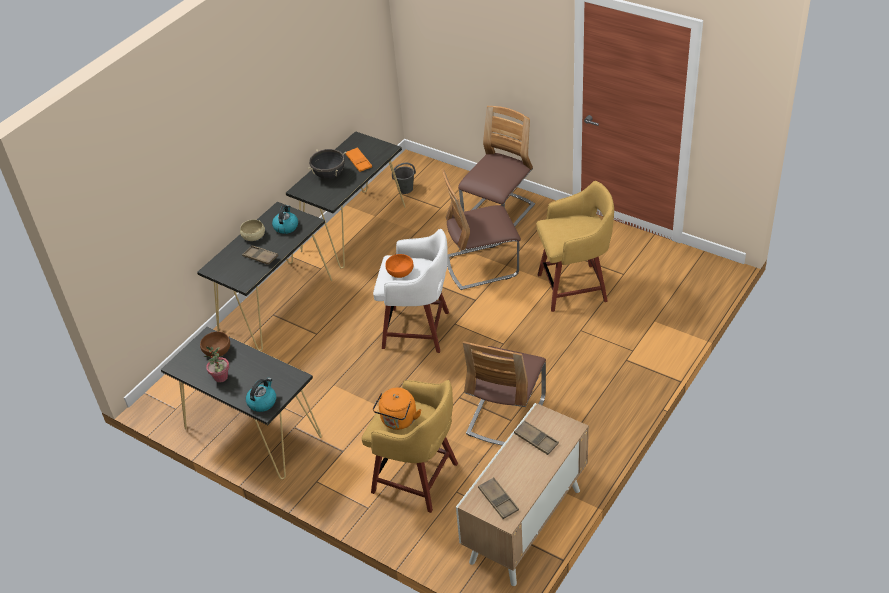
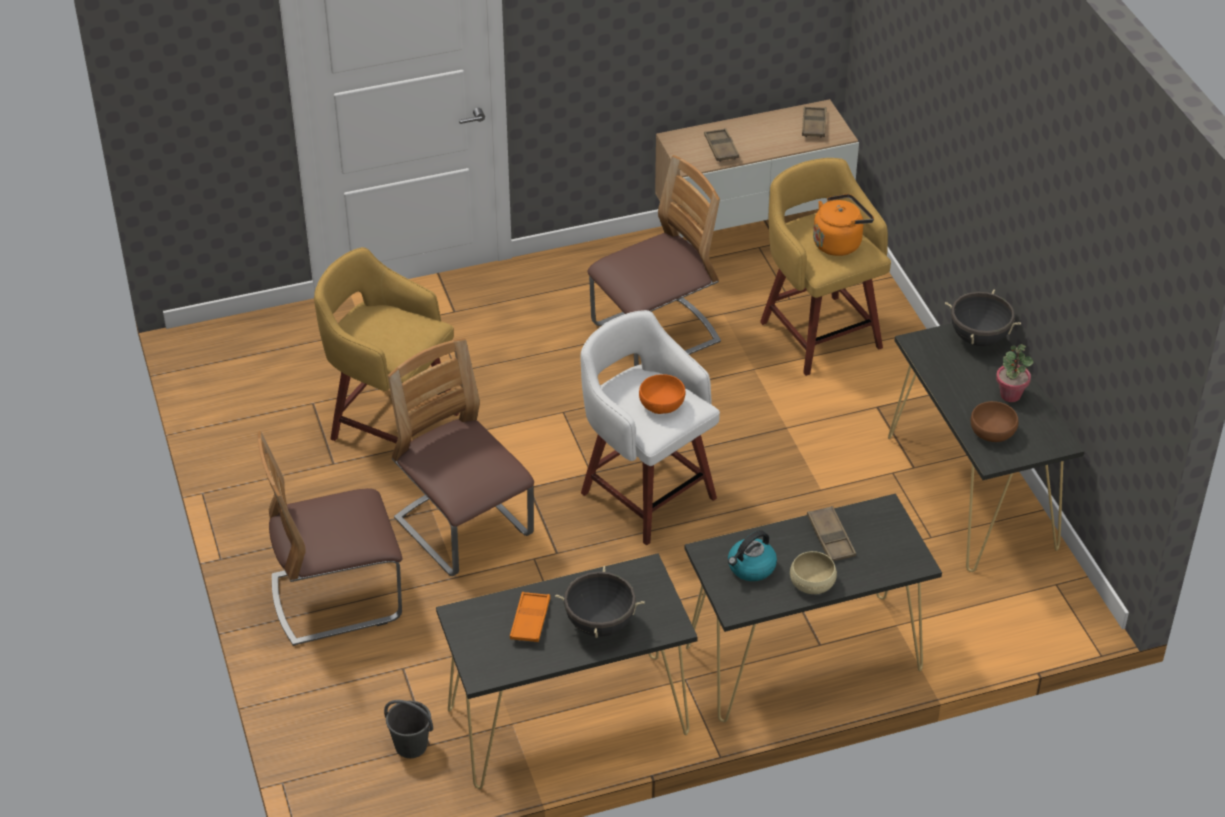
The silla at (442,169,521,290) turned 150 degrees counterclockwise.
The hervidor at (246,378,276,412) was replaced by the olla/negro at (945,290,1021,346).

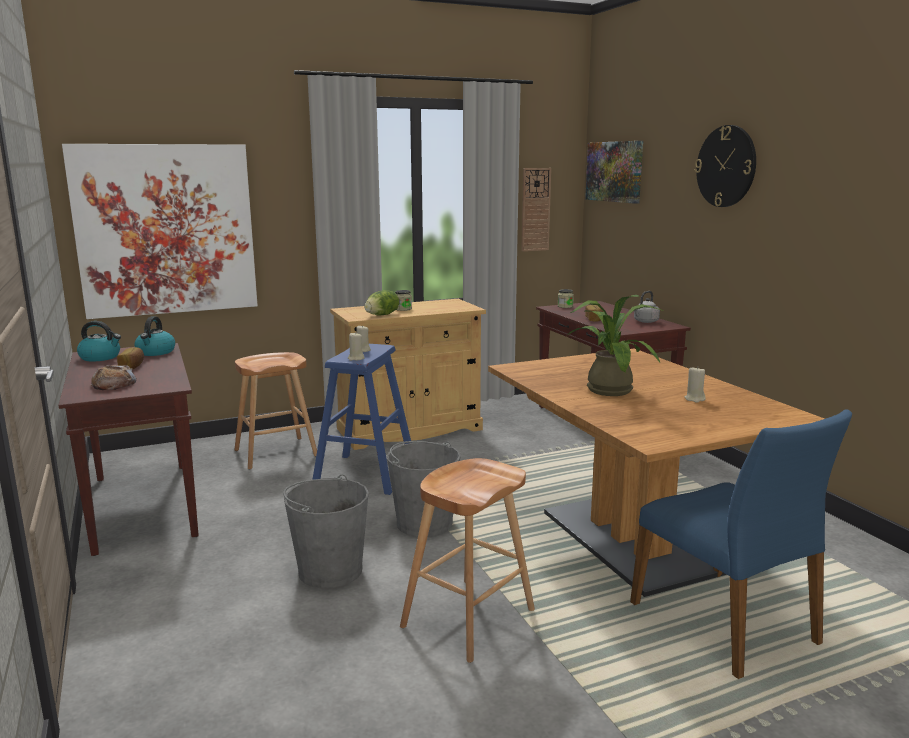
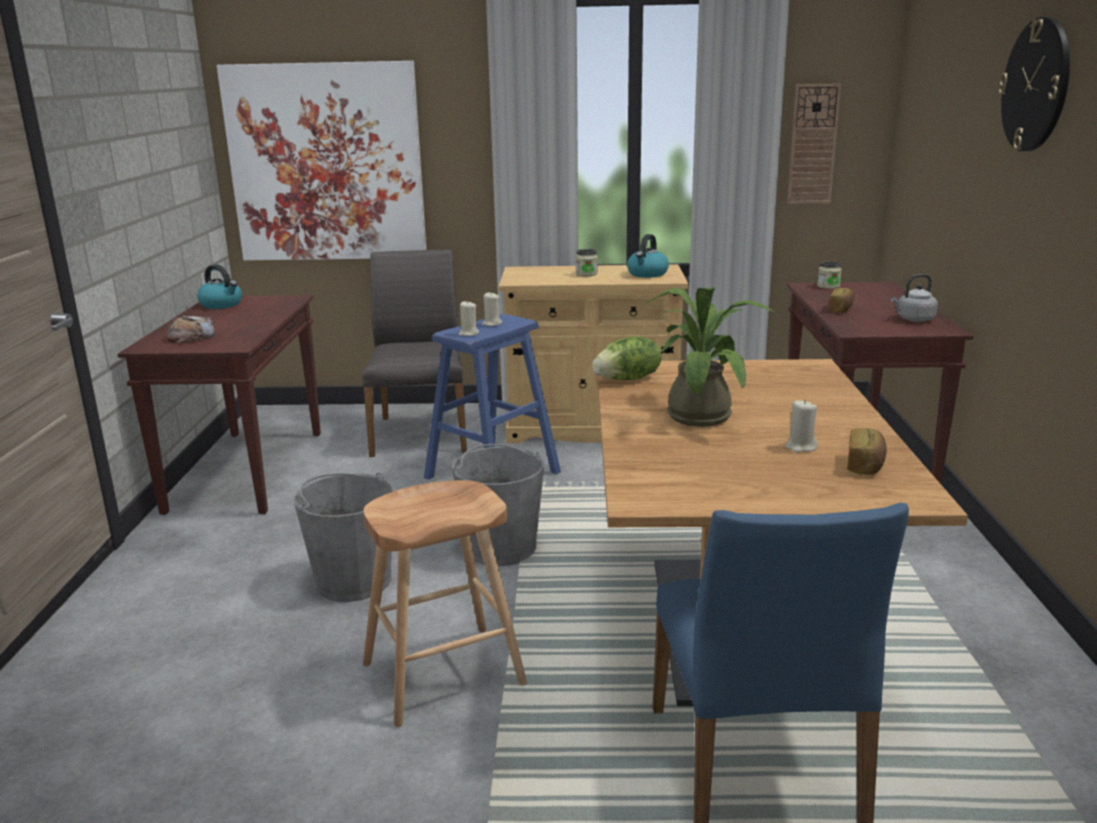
The cuadro at (585,141,643,204) disappeared.
The lechuga moved from (364,290,399,316) to (592,336,661,380).
The hervidor moved from (134,316,175,356) to (627,234,669,278).
The pan moved from (117,347,144,369) to (847,428,887,475).
The taburete/marrón at (234,352,317,470) was replaced by the silla/gris at (362,249,467,457).

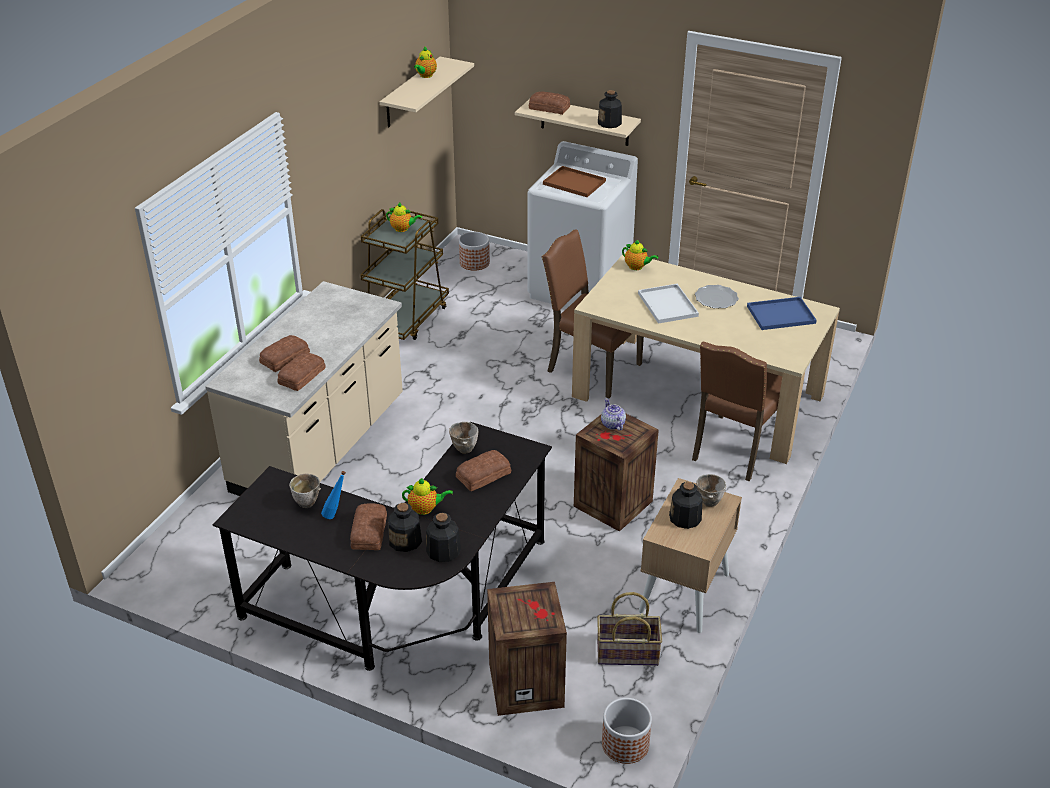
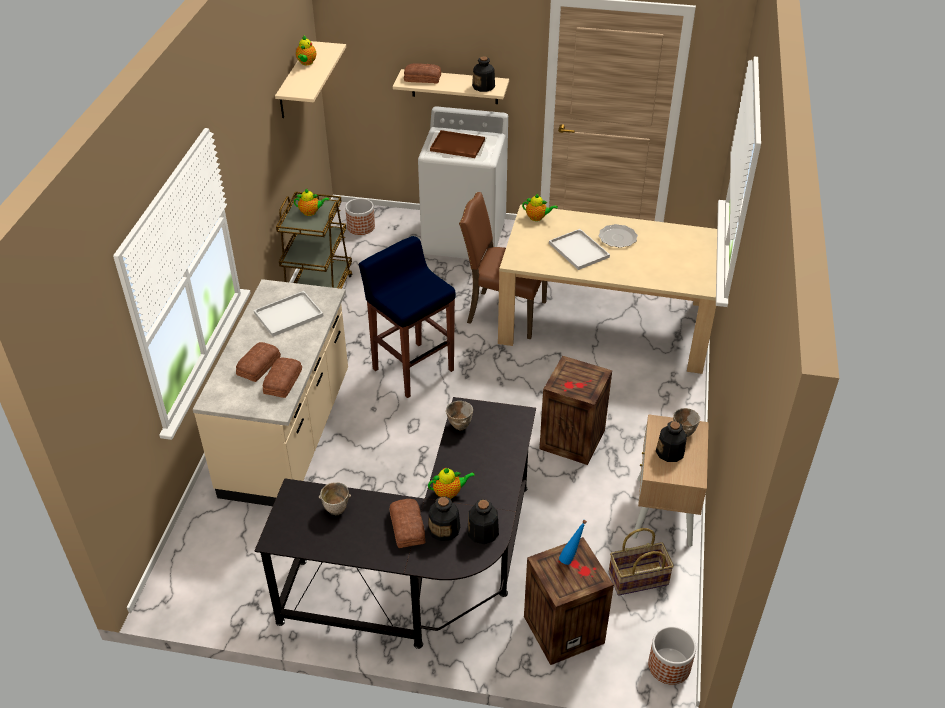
The bandeja/azul at (747,297,817,330) disappeared.
The silla/marrón at (692,341,782,481) disappeared.
The tetera at (601,399,626,431) disappeared.
The pan at (456,450,511,491) disappeared.
The botella/azul moved from (321,471,346,519) to (559,520,587,565).
The taburete/azul at (359,236,456,398) appeared.
The bandeja/blanco at (254,291,323,337) appeared.

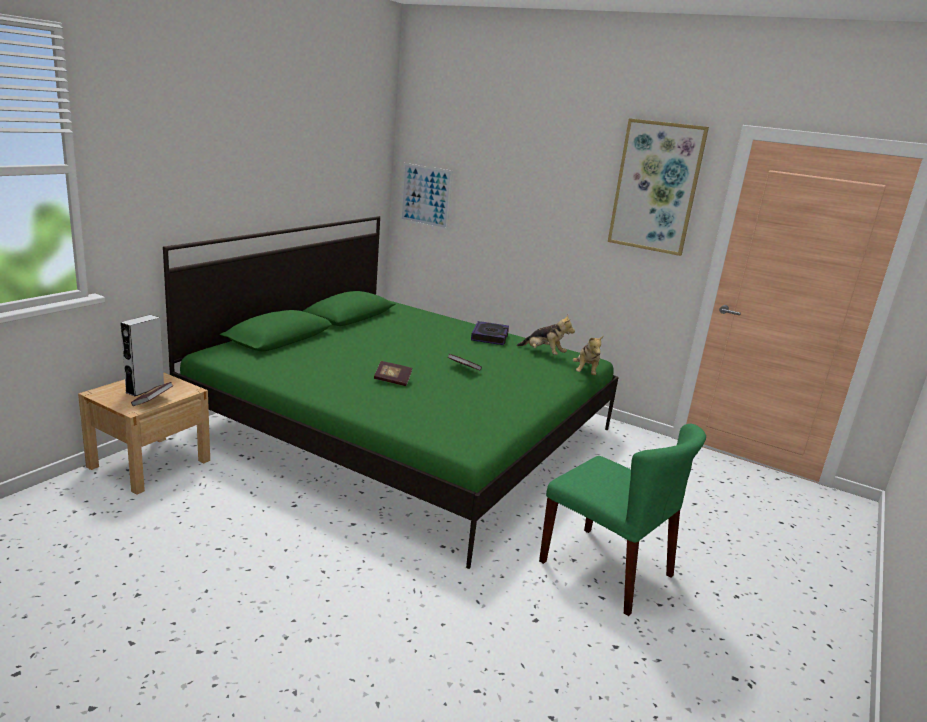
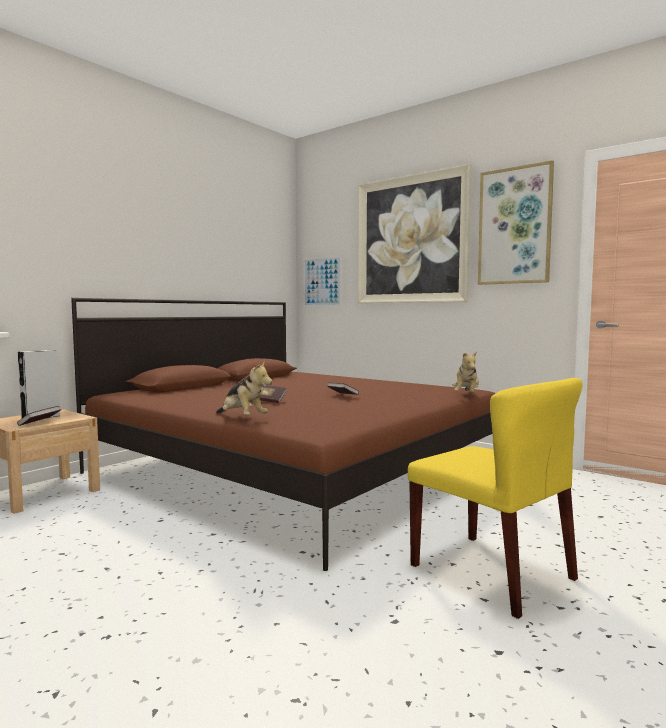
The cama/verde at (163,216,619,569) became the cama/marrón at (71,298,496,571).
The peluche moved from (517,315,575,355) to (216,362,273,415).
The libro at (471,321,509,345) disappeared.
The silla/verde at (539,424,706,616) became the silla/amarillo at (408,378,583,619).
The cuadro at (358,164,472,303) appeared.

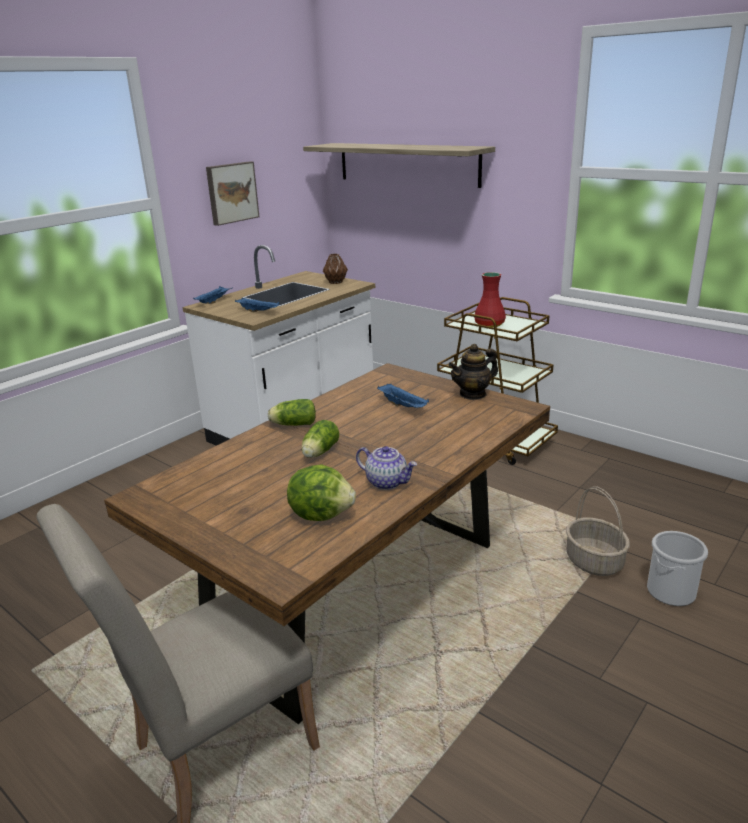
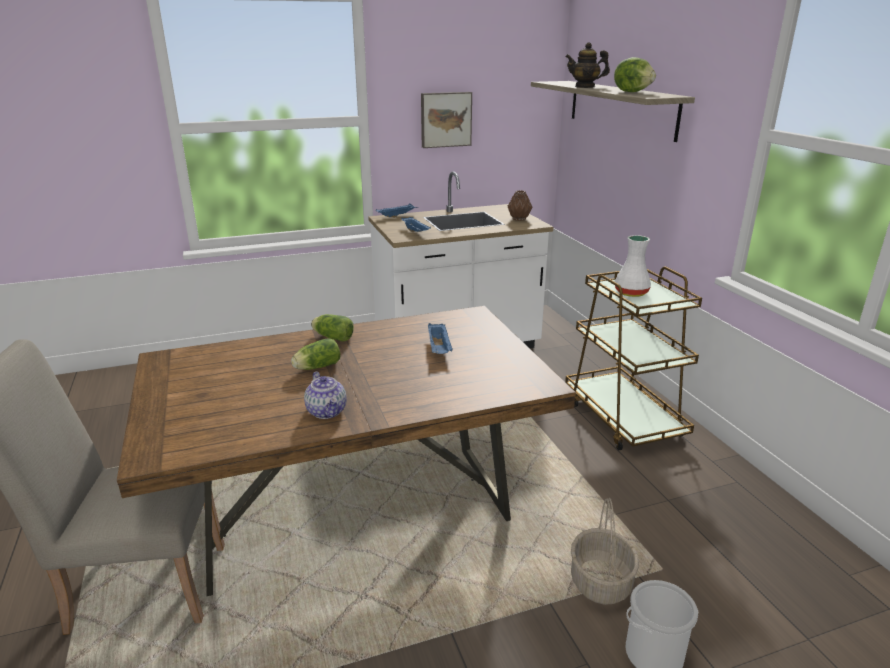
The florero/rojo at (474,272,506,327) became the florero/blanco at (615,235,651,297).
The tetera moved from (448,344,498,400) to (565,42,610,88).
The lechuga moved from (287,464,356,521) to (614,57,656,92).

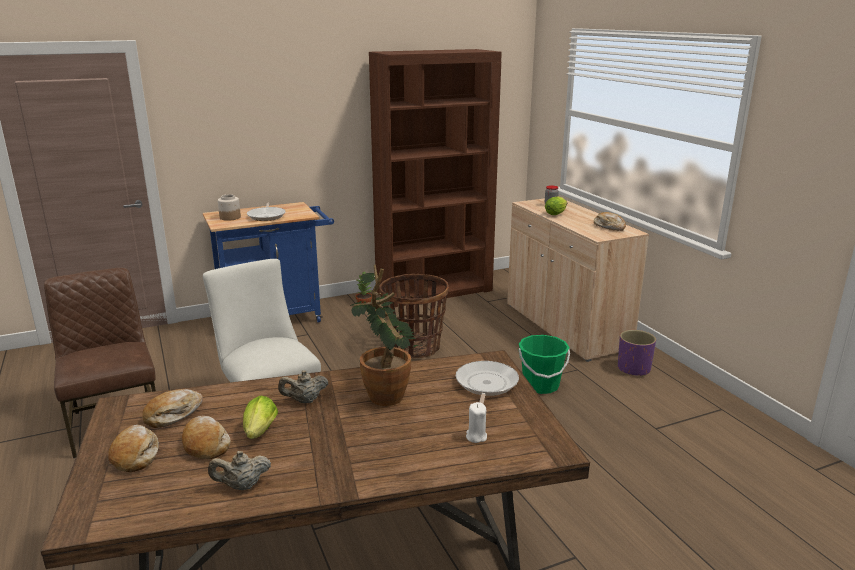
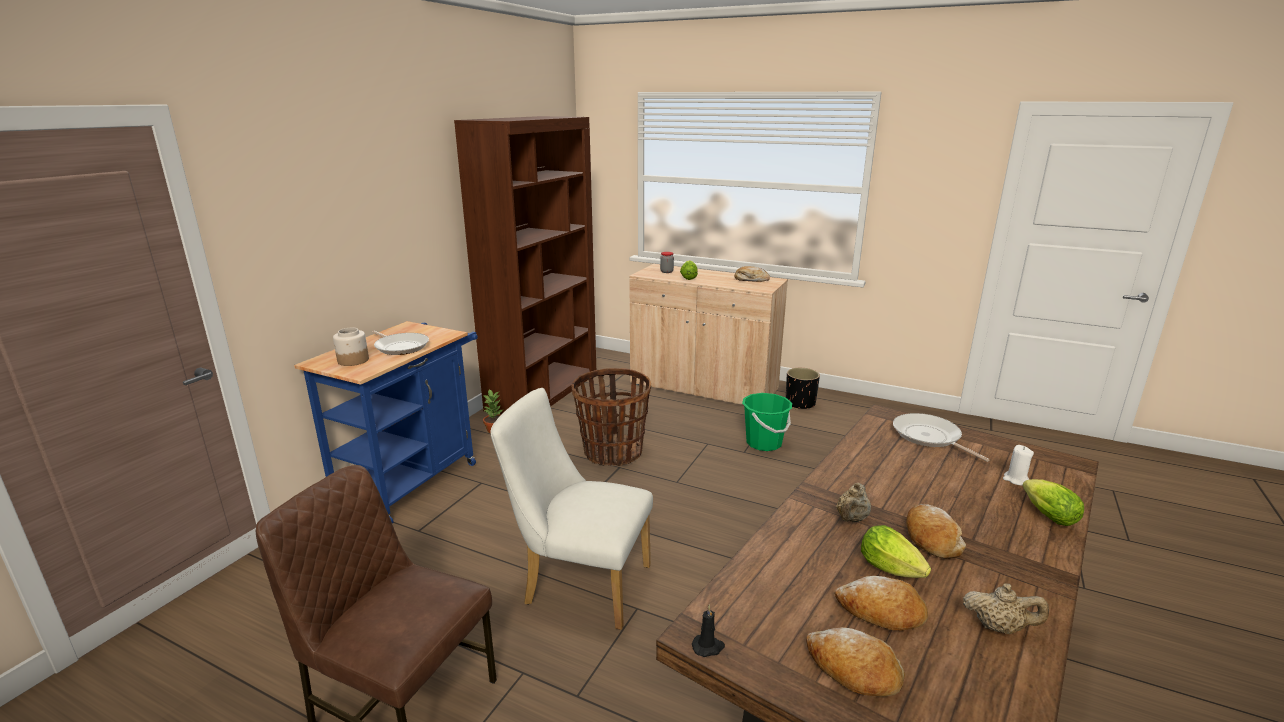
The planta en maceta at (350,265,419,406) disappeared.
The maceta/morado at (618,330,656,377) became the maceta/negro at (786,368,820,409).
The pan moved from (142,389,203,428) to (906,504,966,559).
The tetera/beis at (208,451,271,490) turned 105 degrees counterclockwise.
The lechuga at (1022,479,1084,526) appeared.
The vela/negro at (692,605,725,657) appeared.

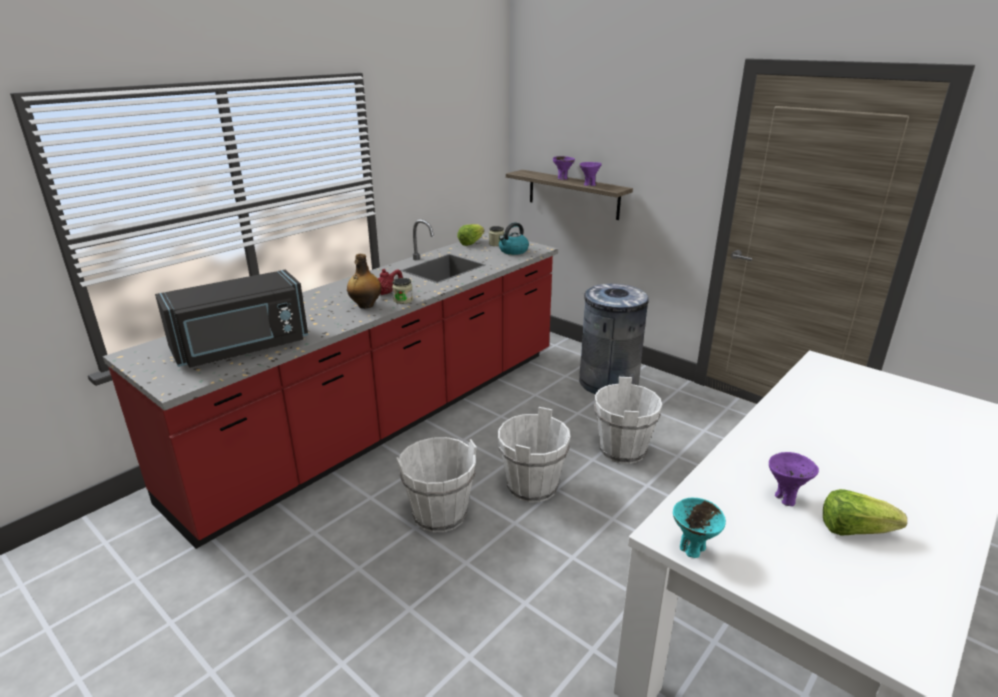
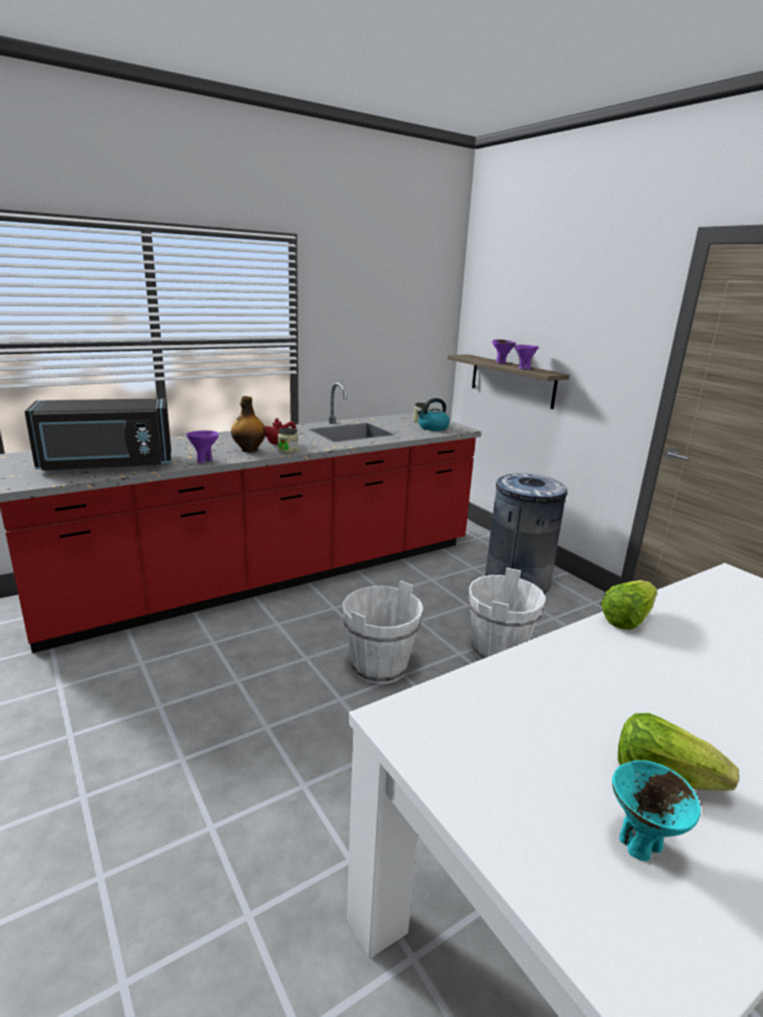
The lechuga moved from (457,224,484,246) to (601,580,657,630).
The cubo/blanco at (396,437,477,532) disappeared.
The cuenco/morado moved from (769,452,819,506) to (186,430,218,463).
The cuenco/turquesa moved from (673,498,726,558) to (612,760,701,861).

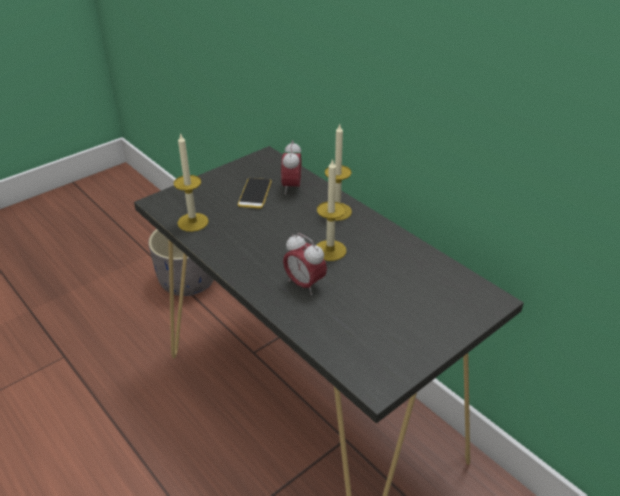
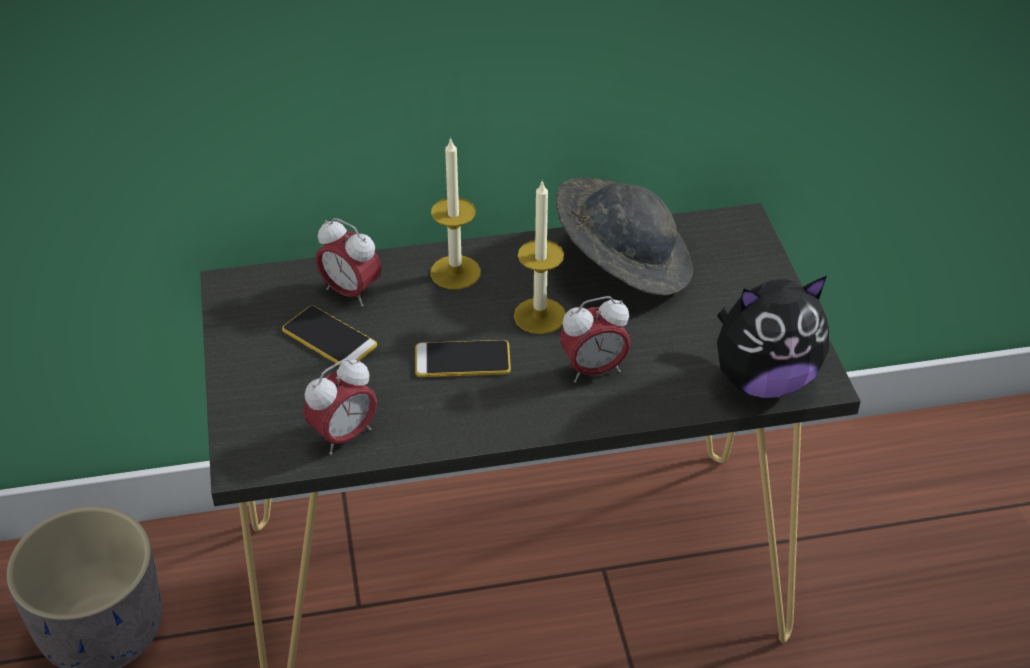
The vela at (174,132,209,232) was replaced by the despertador at (303,358,377,455).
The sombrero/gris at (556,177,693,295) appeared.
The peluche at (717,276,829,398) appeared.
The móvil at (415,340,511,377) appeared.

